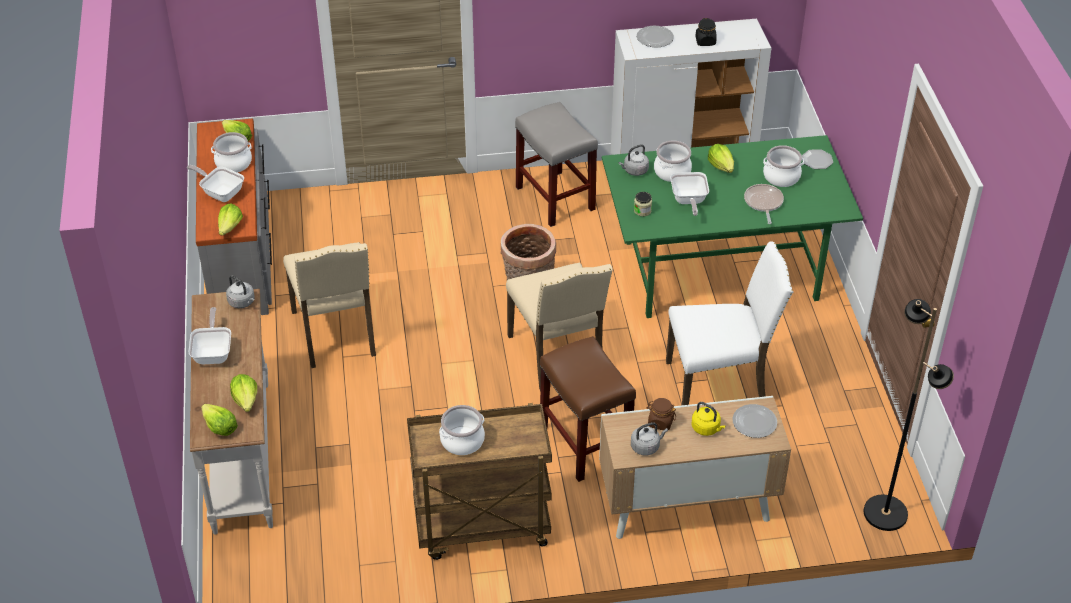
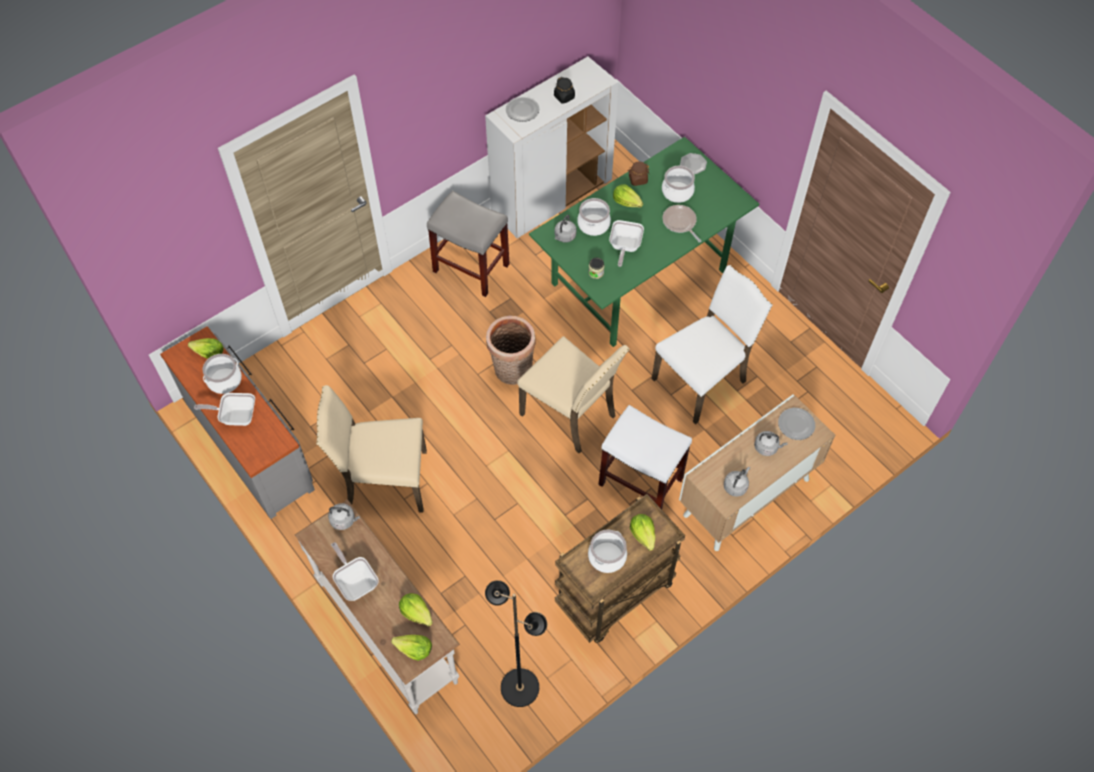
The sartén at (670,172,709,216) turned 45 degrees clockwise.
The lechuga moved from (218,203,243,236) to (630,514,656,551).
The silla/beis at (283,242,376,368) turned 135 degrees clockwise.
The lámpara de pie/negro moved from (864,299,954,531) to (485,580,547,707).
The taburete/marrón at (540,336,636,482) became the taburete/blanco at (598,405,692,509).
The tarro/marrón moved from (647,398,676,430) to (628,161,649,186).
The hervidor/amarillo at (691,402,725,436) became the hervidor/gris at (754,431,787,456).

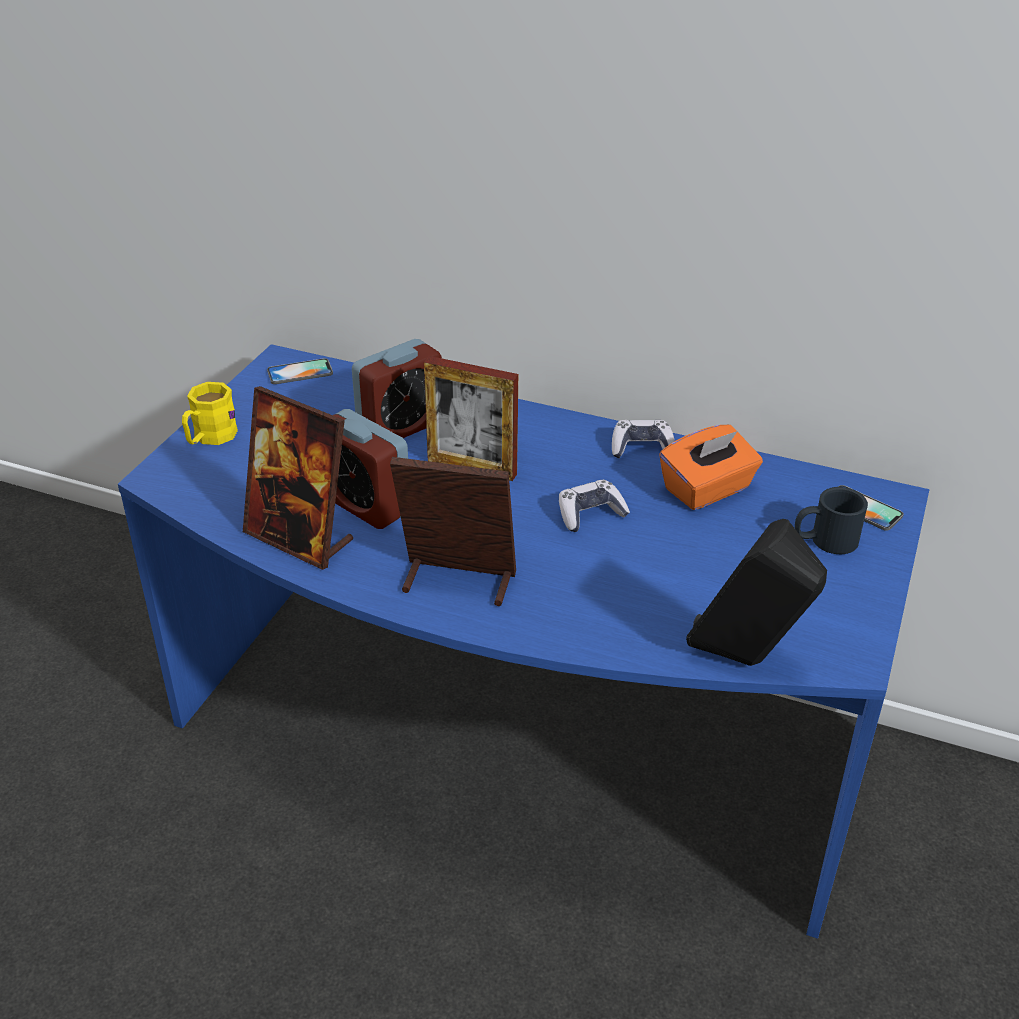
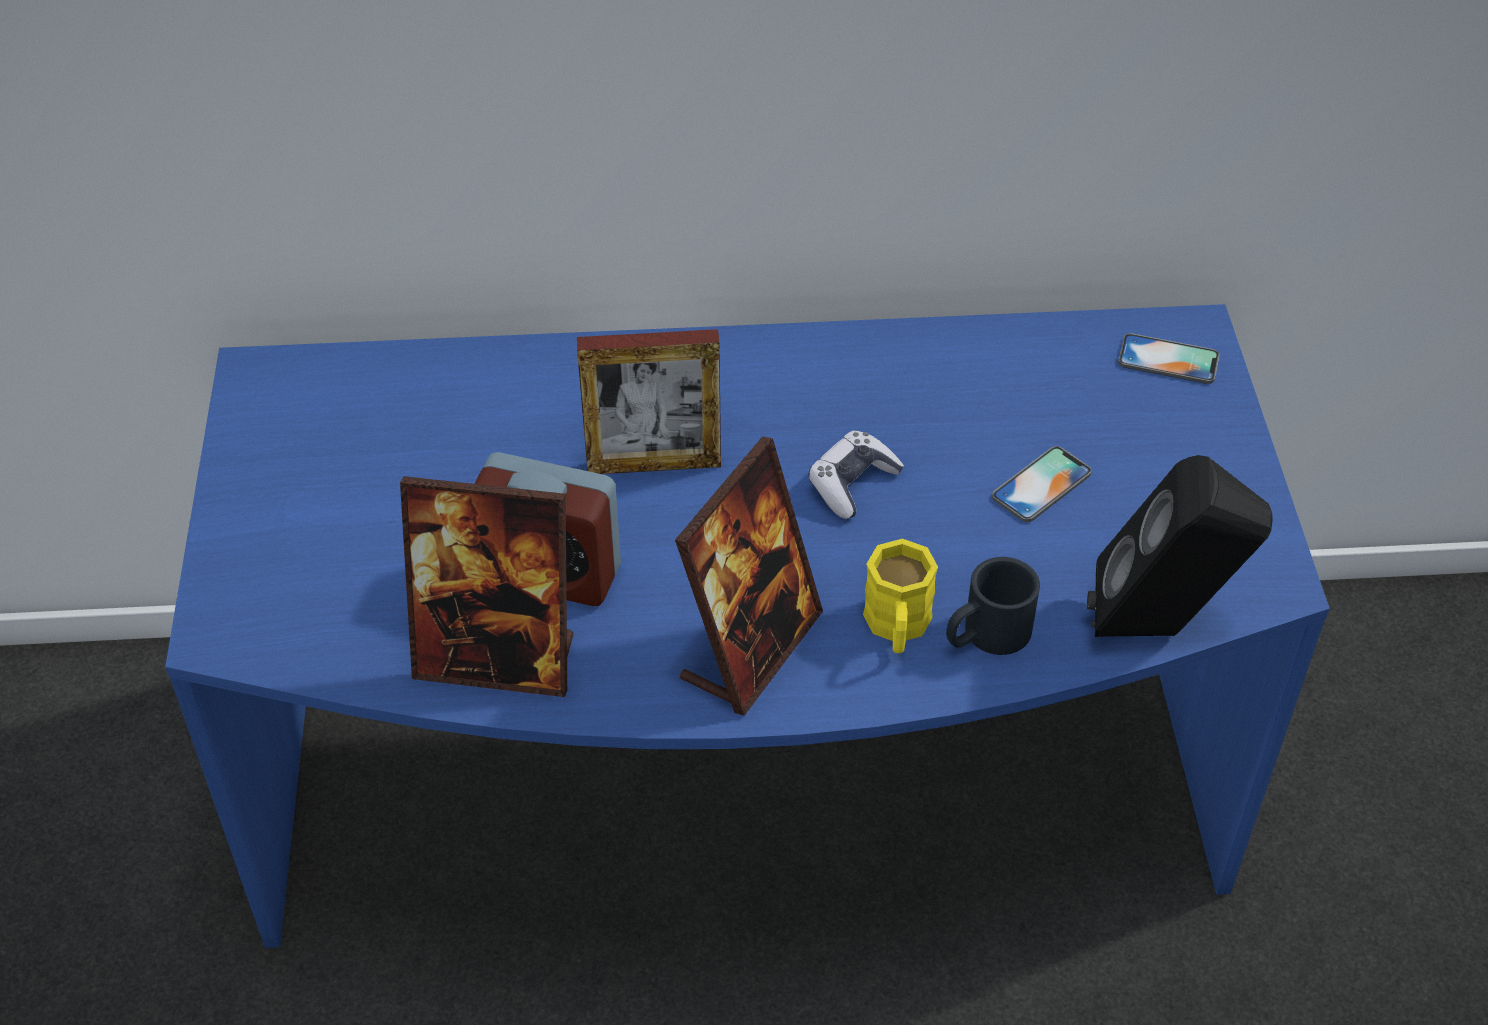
The despertador at (352,339,442,438) disappeared.
The móvil moved from (267,358,333,384) to (992,446,1092,522).
The taza grande/amarillo moved from (182,382,238,445) to (863,539,938,653).
The mando de consola at (612,420,675,458) disappeared.
The caja de pañuelos/naranja at (659,425,763,510) disappeared.
The portarretratos at (390,457,516,606) turned 135 degrees clockwise.
The taza grande/negro moved from (795,487,868,554) to (946,557,1040,655).

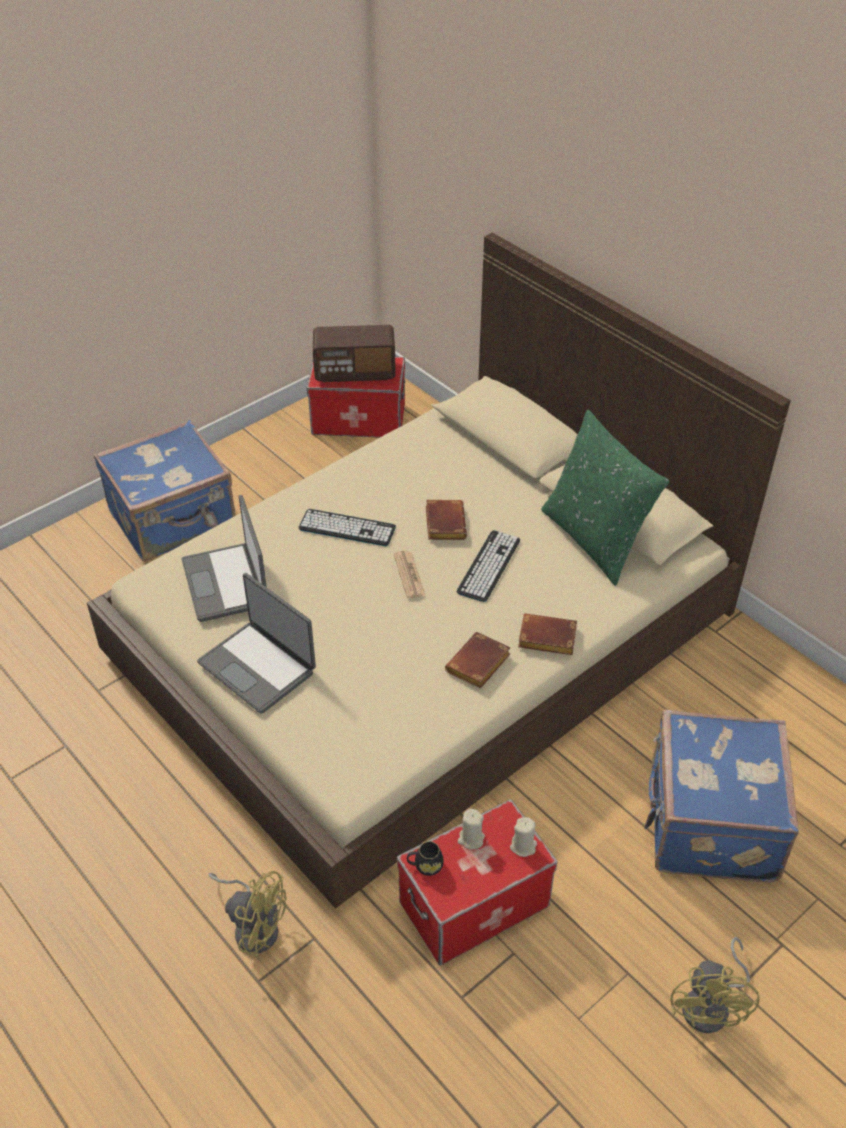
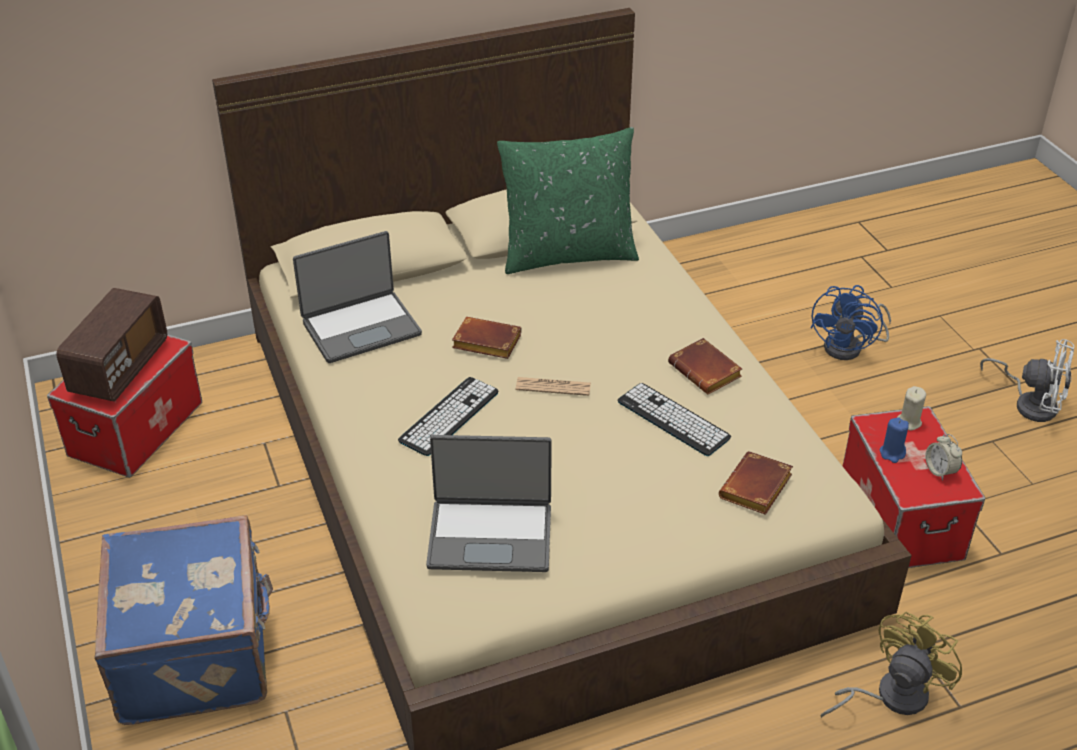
The teclado moved from (457,531,520,602) to (618,383,731,456).
The portátil moved from (197,573,316,714) to (293,231,422,363).
The libro/marrón moved from (518,613,577,655) to (719,451,793,515).
The maleta/azul at (644,710,799,883) was replaced by the ventilador/azul at (811,285,891,360).
The vela/beis at (458,809,485,850) became the vela/azul at (880,417,909,463).
The taza grande/negro at (407,841,444,876) disappeared.
The ventilador/amarillo at (670,937,760,1033) became the ventilador/blanco at (980,339,1074,422).
The despertador at (925,434,962,481) appeared.

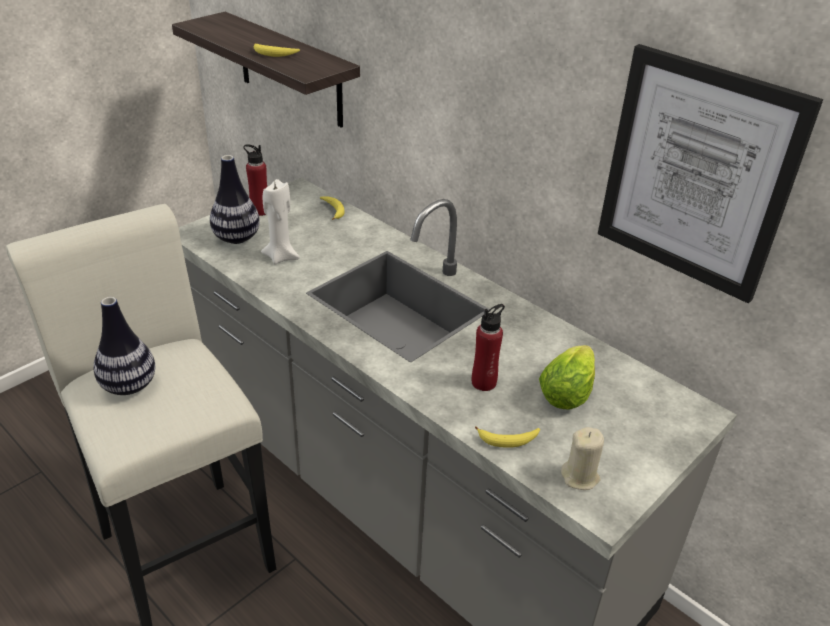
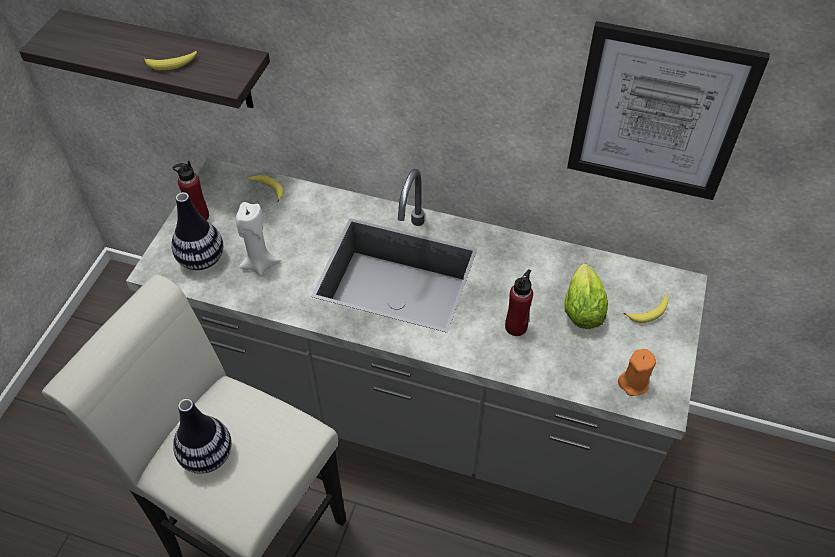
The plátano moved from (475,426,540,448) to (624,295,668,323).
The vela/beis at (561,427,604,490) became the vela/naranja at (618,349,656,396).

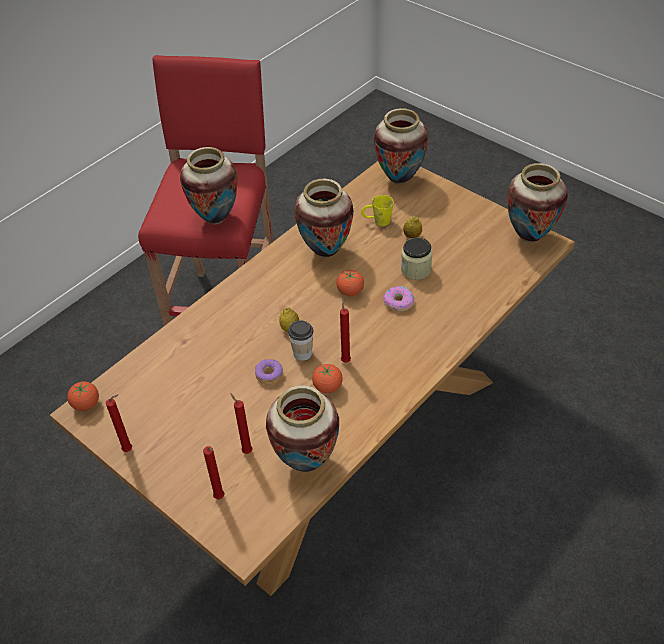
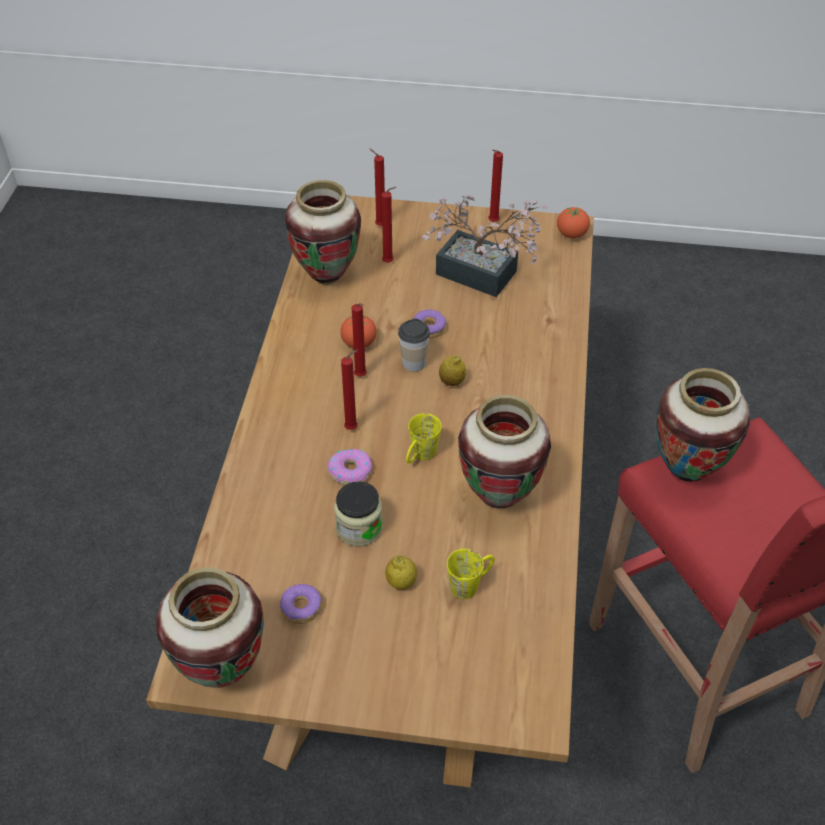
The florero at (374,108,429,185) disappeared.
The tomate at (337,270,364,296) was replaced by the taza grande/amarillo at (406,413,442,464).
The planta en maceta at (421,195,547,297) appeared.
The vela/rojo at (341,350,358,430) appeared.
The rosquilla at (280,584,322,624) appeared.

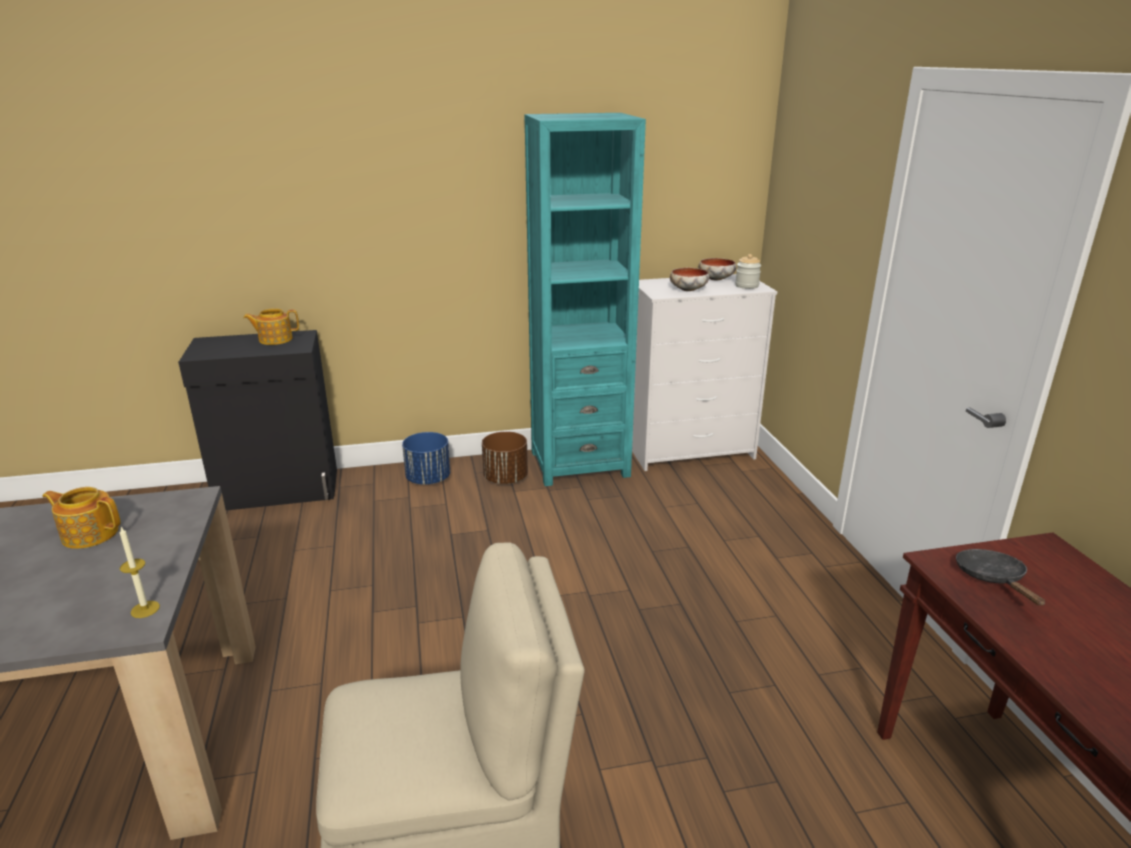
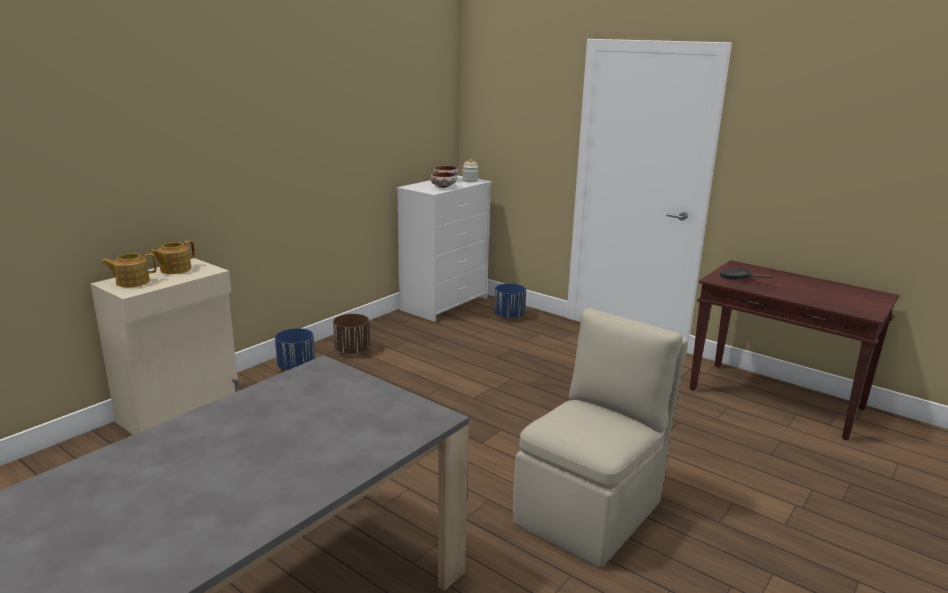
The estantería/turquesa at (524,113,646,486) disappeared.
The armario/negro at (178,330,337,510) became the armario/beis at (90,258,239,435).
The tetera moved from (42,487,120,549) to (101,253,156,287).
The vela at (120,527,160,618) disappeared.
The maceta/azul at (494,283,526,319) appeared.

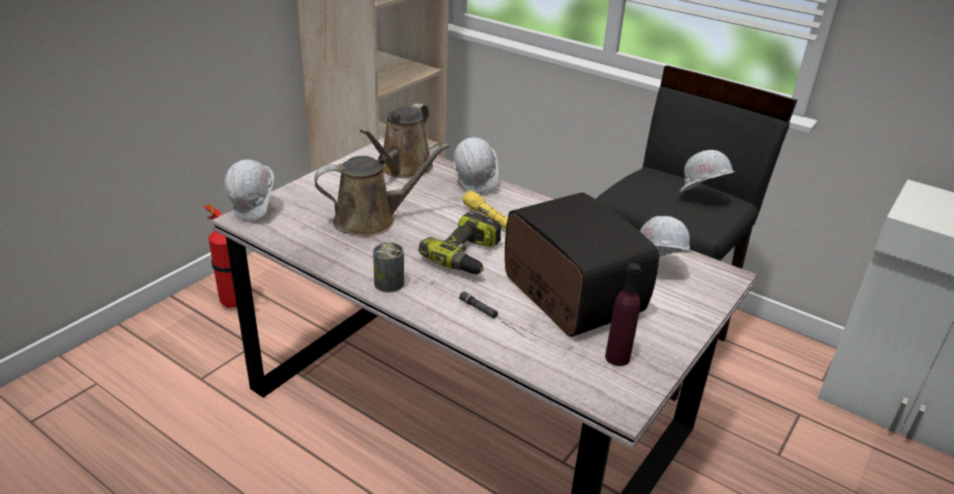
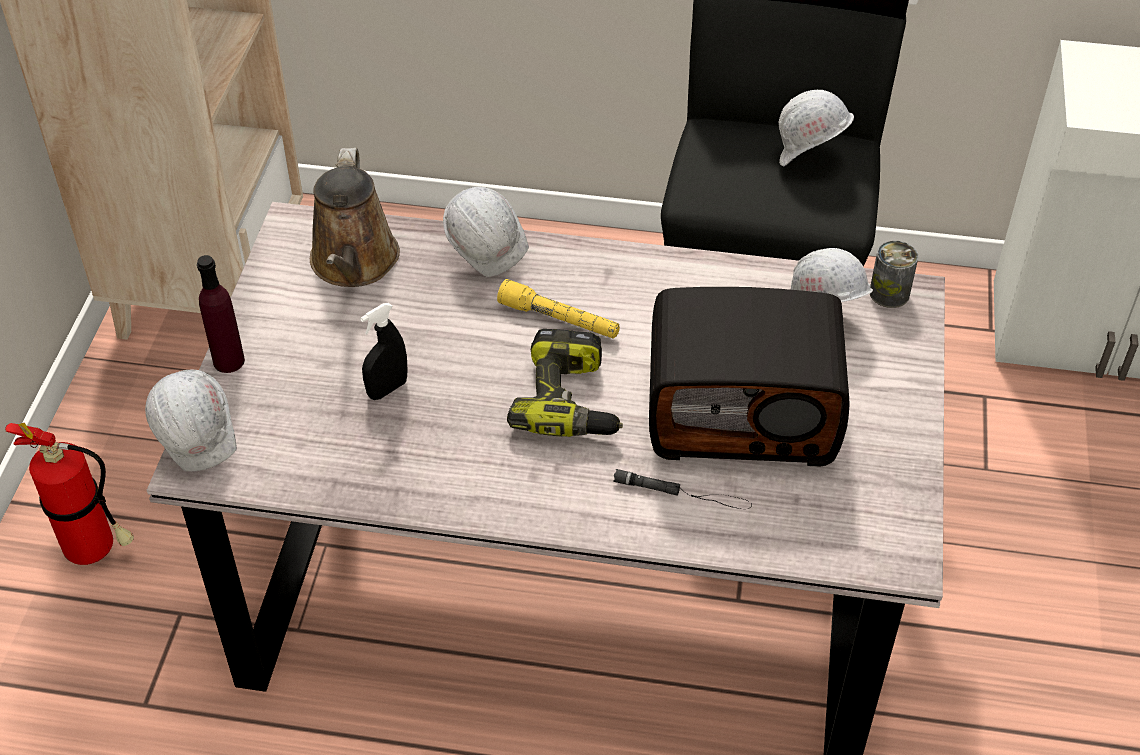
The regadera/marrón at (314,143,450,236) was replaced by the pulverizador/negro at (360,303,407,400).
The radio at (505,192,659,337) turned 150 degrees clockwise.
The lata moved from (373,242,404,293) to (870,241,918,308).
The botella/morado moved from (605,263,641,366) to (197,255,245,373).

